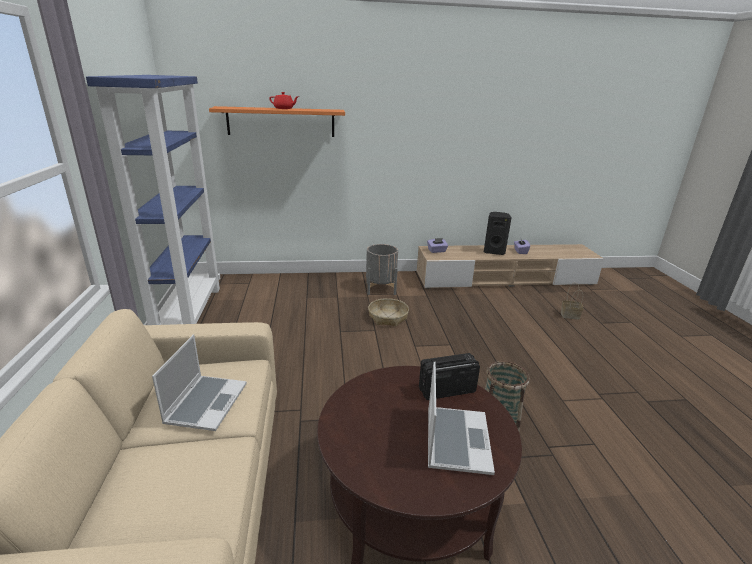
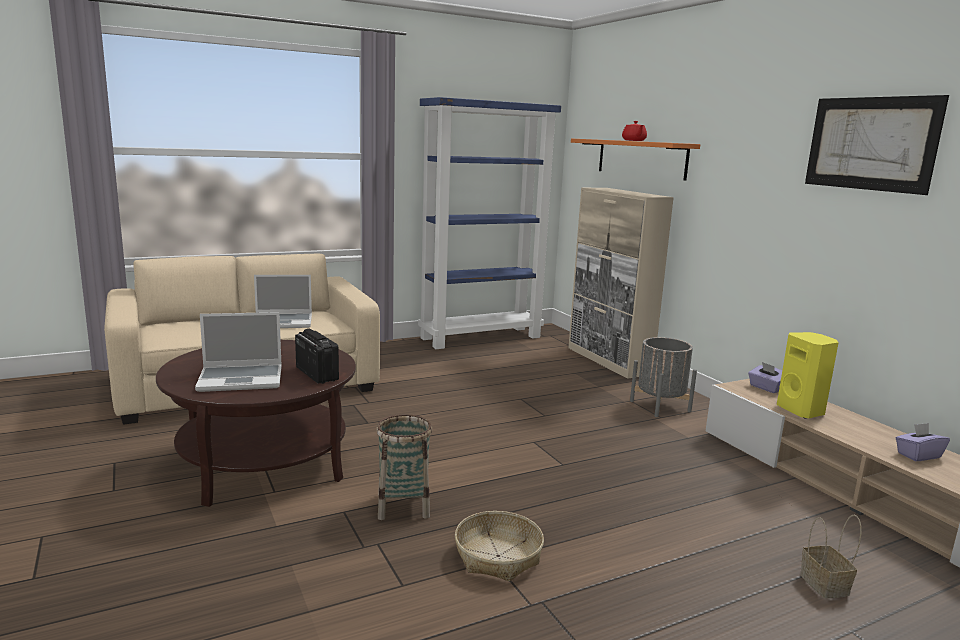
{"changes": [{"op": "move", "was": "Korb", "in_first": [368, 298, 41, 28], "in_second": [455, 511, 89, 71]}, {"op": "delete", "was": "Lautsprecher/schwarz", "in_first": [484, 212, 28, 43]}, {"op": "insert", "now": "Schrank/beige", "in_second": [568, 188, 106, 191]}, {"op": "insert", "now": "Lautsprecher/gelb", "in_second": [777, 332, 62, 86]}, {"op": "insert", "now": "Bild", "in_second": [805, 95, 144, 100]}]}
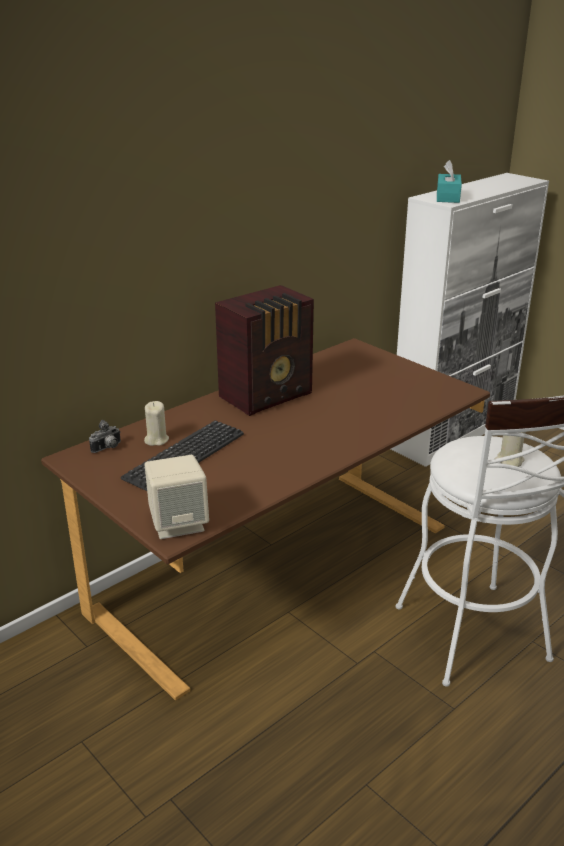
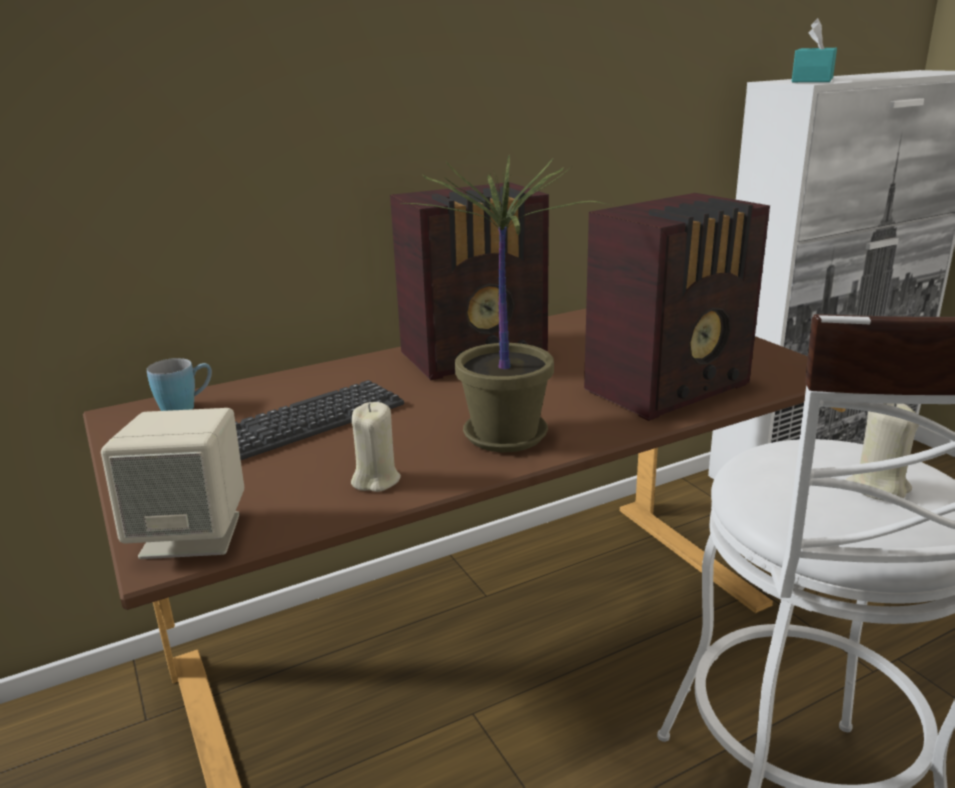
{"changes": [{"op": "replace", "was": "Kamera", "now": "Henkelbecher/blau", "in_first": [89, 420, 32, 33], "in_second": [147, 358, 65, 53]}, {"op": "move", "was": "Kerze/beige", "in_first": [144, 401, 25, 45], "in_second": [351, 402, 50, 90]}, {"op": "insert", "now": "Topfpflanze", "in_second": [402, 155, 209, 297]}, {"op": "insert", "now": "Radio", "in_second": [584, 193, 186, 228]}]}
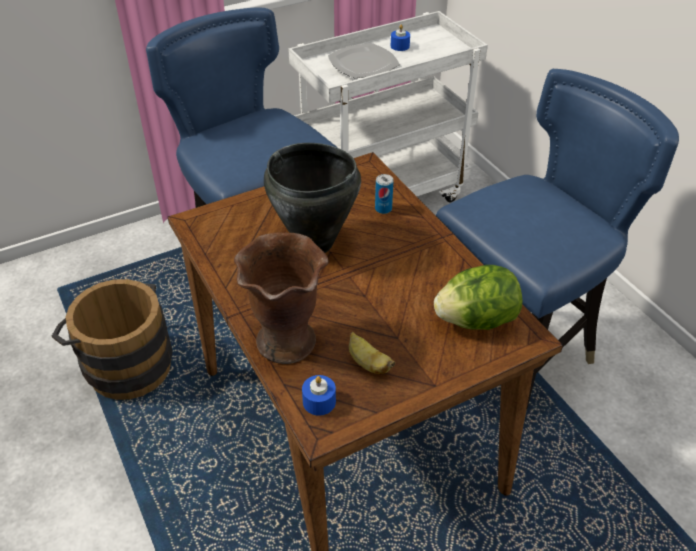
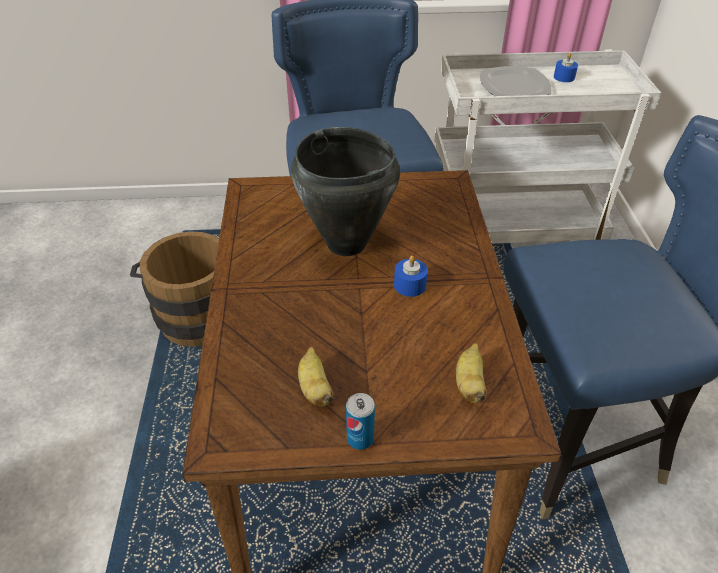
{"changes": [{"op": "delete", "was": "Vase/braun", "in_first": [234, 233, 95, 131]}, {"op": "move", "was": "Kerze/blau", "in_first": [302, 375, 34, 41], "in_second": [394, 256, 34, 41]}, {"op": "move", "was": "Dose", "in_first": [375, 174, 19, 40], "in_second": [346, 393, 29, 57]}, {"op": "replace", "was": "Salatkopf", "now": "Banane", "in_first": [434, 265, 89, 65], "in_second": [456, 343, 31, 60]}]}
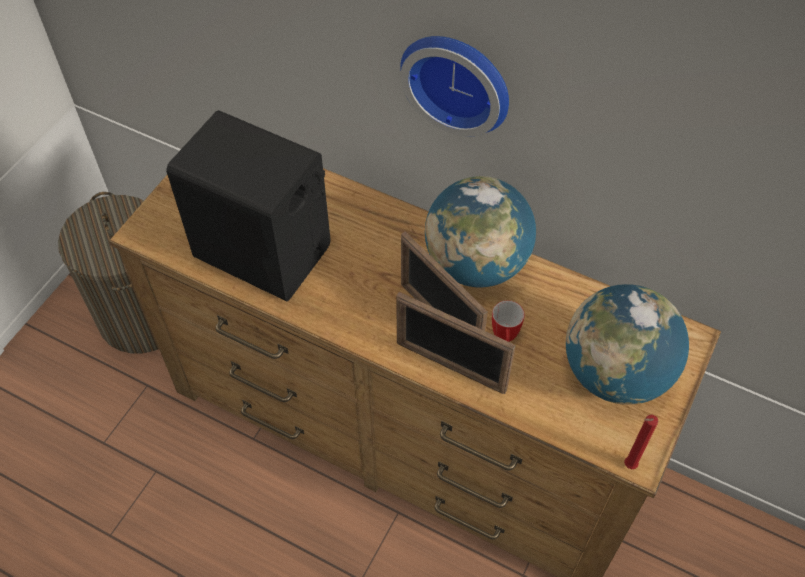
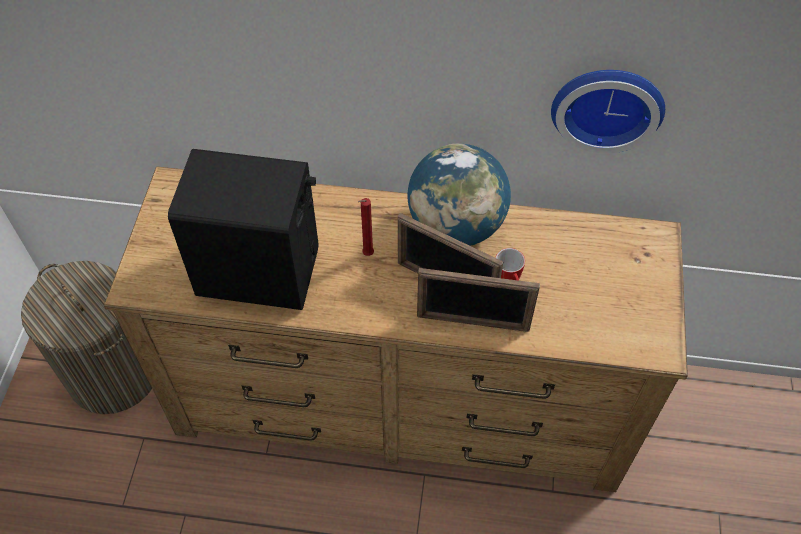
{"changes": [{"op": "move", "was": "Wanduhr", "in_first": [400, 36, 109, 101], "in_second": [551, 70, 114, 83]}, {"op": "delete", "was": "Globus", "in_first": [566, 284, 123, 121]}, {"op": "move", "was": "Kerze/rot", "in_first": [624, 415, 34, 54], "in_second": [358, 198, 16, 58]}]}
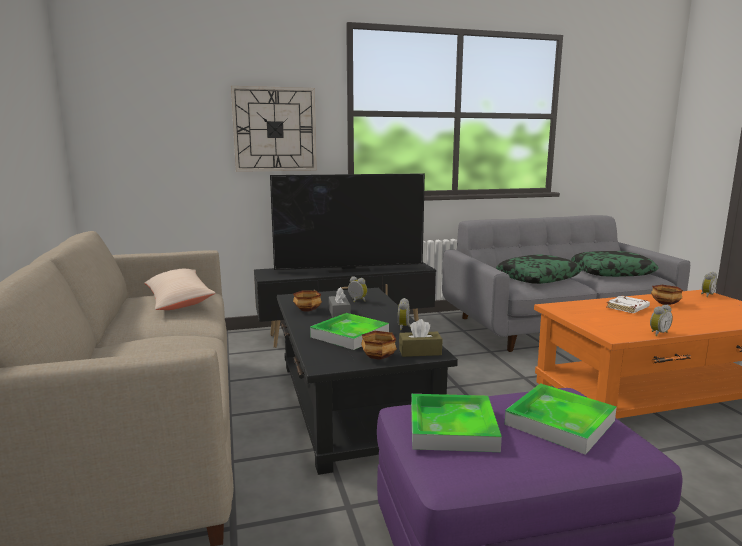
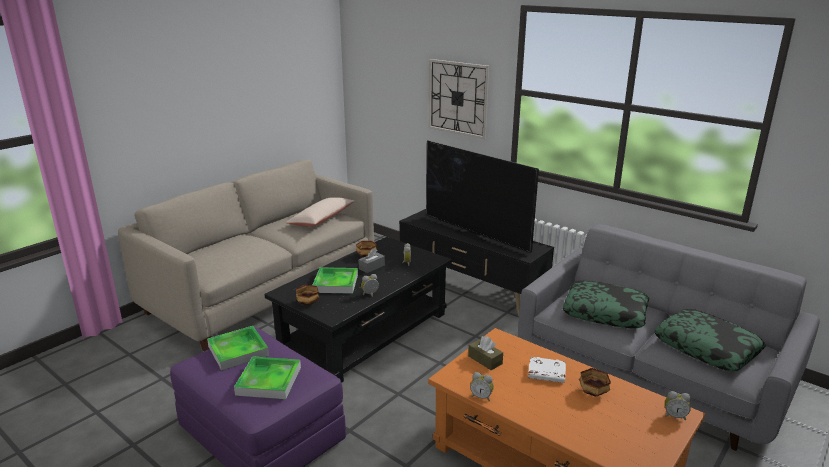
{"changes": [{"op": "move", "was": "Taschentuchbox/braun", "in_first": [399, 319, 43, 38], "in_second": [468, 336, 35, 34]}]}
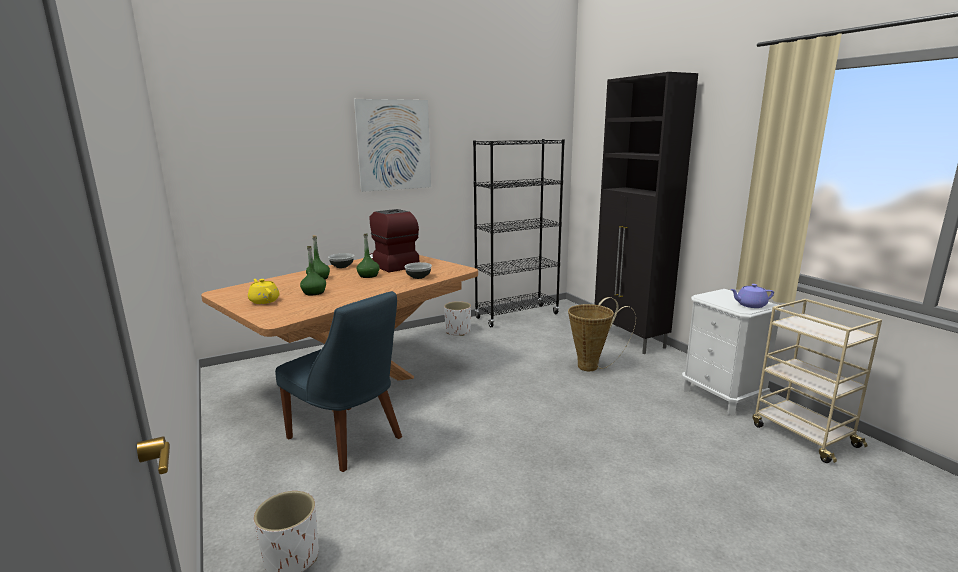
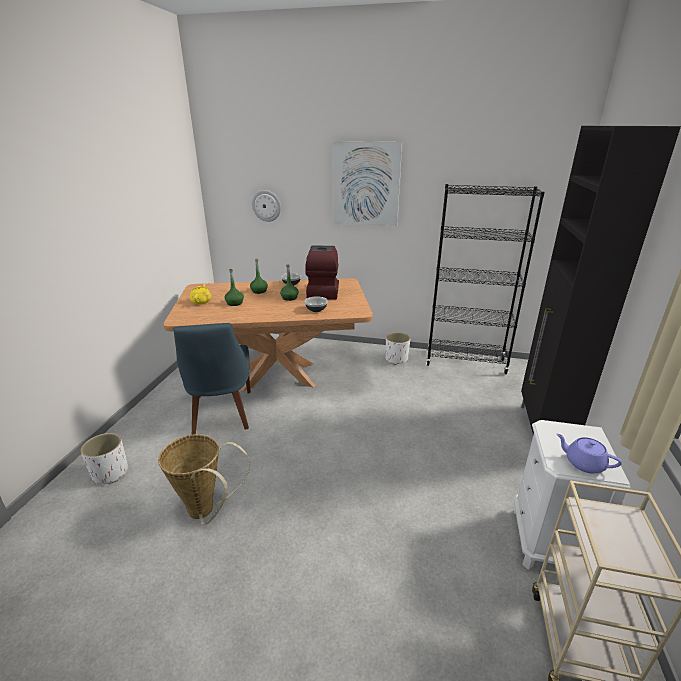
{"changes": [{"op": "move", "was": "Korb", "in_first": [568, 297, 68, 74], "in_second": [158, 434, 92, 91]}, {"op": "insert", "now": "Wanduhr", "in_second": [252, 190, 29, 32]}]}
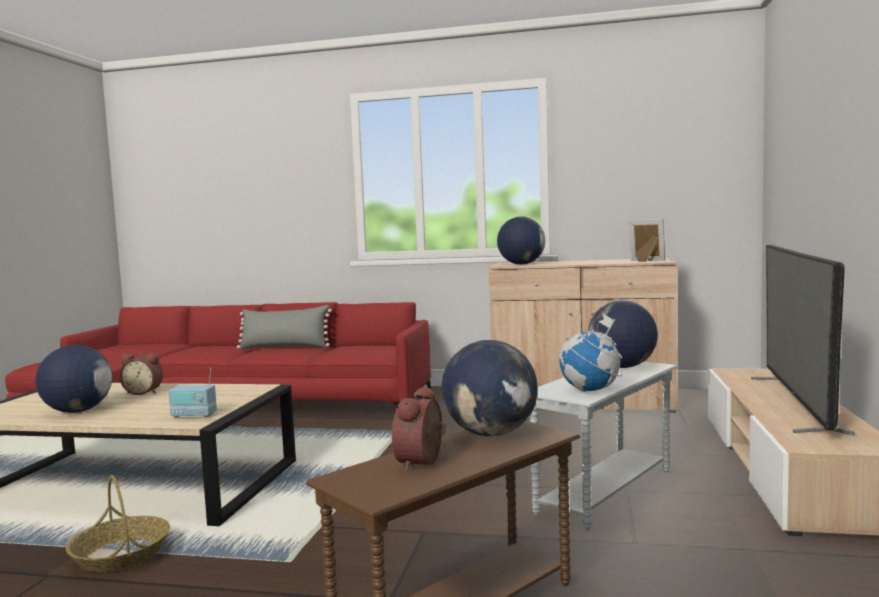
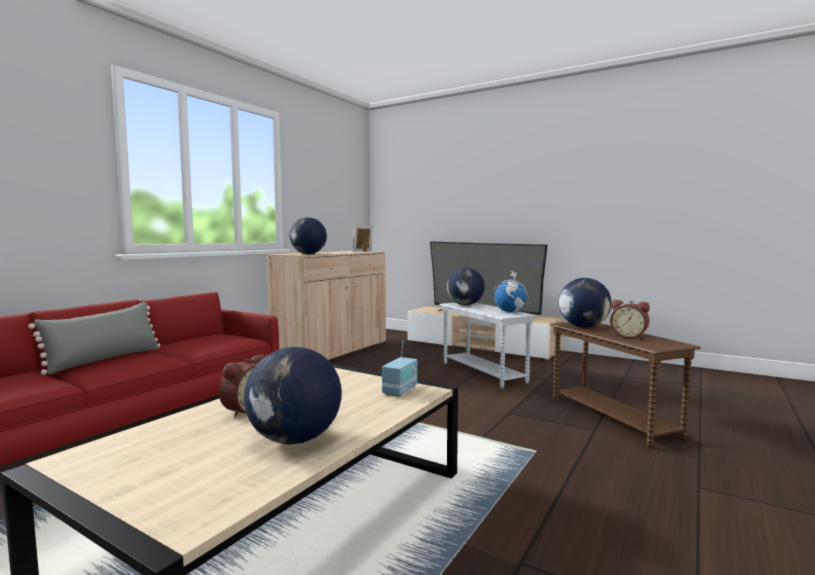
{"changes": [{"op": "delete", "was": "Korb", "in_first": [66, 475, 104, 97]}]}
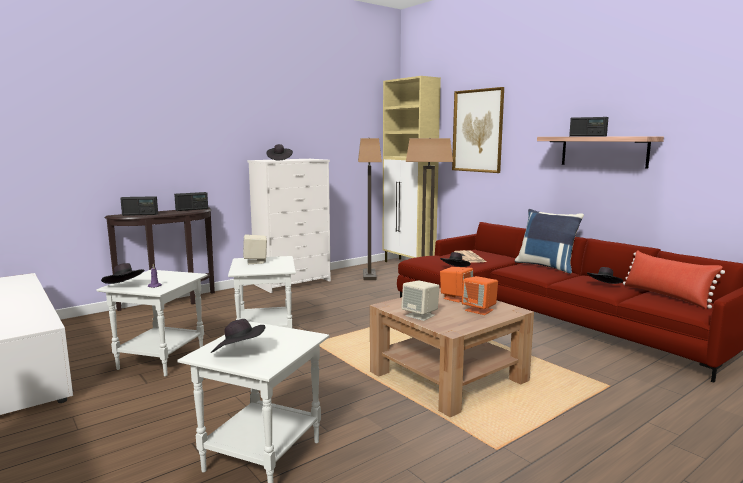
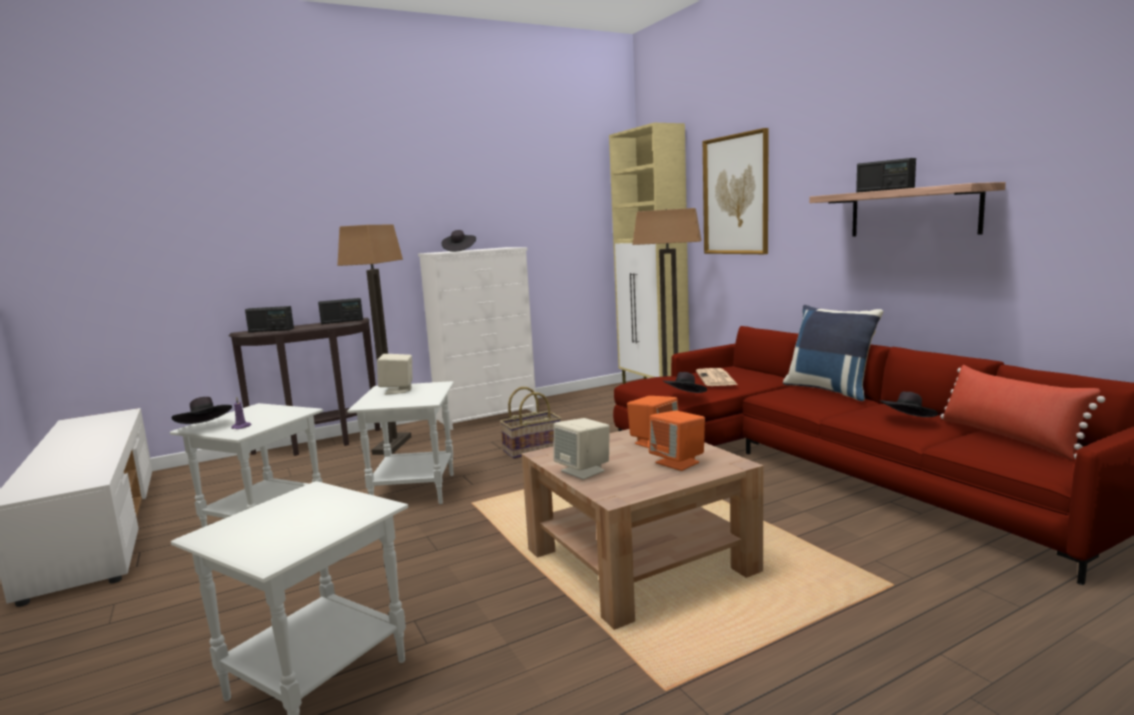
{"changes": [{"op": "delete", "was": "Hut/schwarz", "in_first": [211, 319, 54, 34]}, {"op": "move", "was": "Stehlampe", "in_first": [358, 138, 24, 142], "in_second": [337, 224, 74, 231]}, {"op": "insert", "now": "Korb", "in_second": [500, 387, 62, 72]}]}
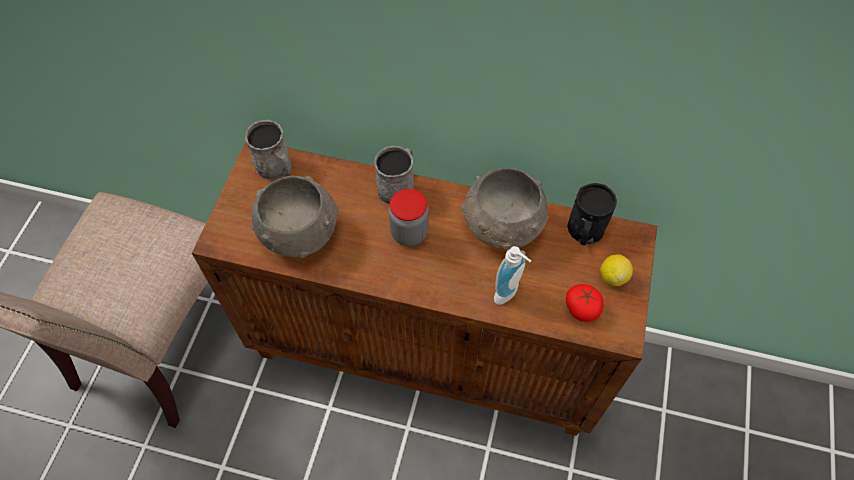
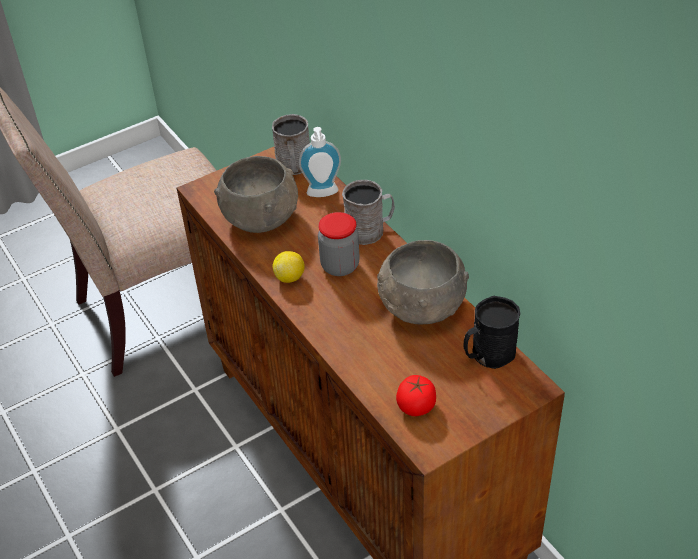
{"changes": [{"op": "move", "was": "Seifenspender", "in_first": [494, 246, 37, 59], "in_second": [299, 127, 42, 70]}, {"op": "move", "was": "Zitrone", "in_first": [600, 254, 33, 32], "in_second": [272, 251, 32, 32]}]}
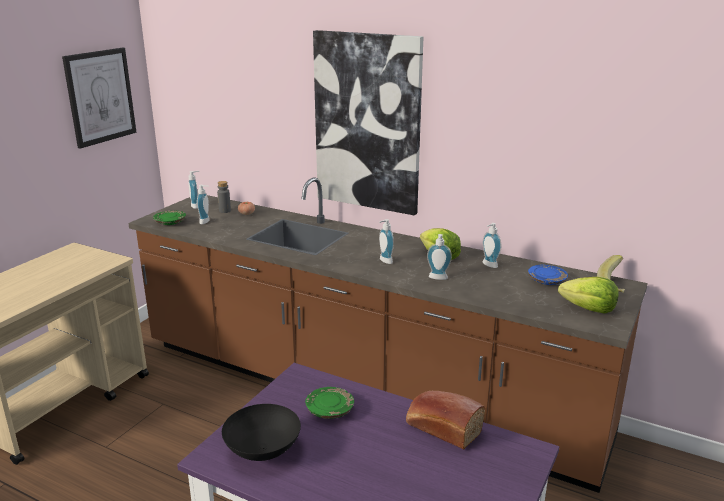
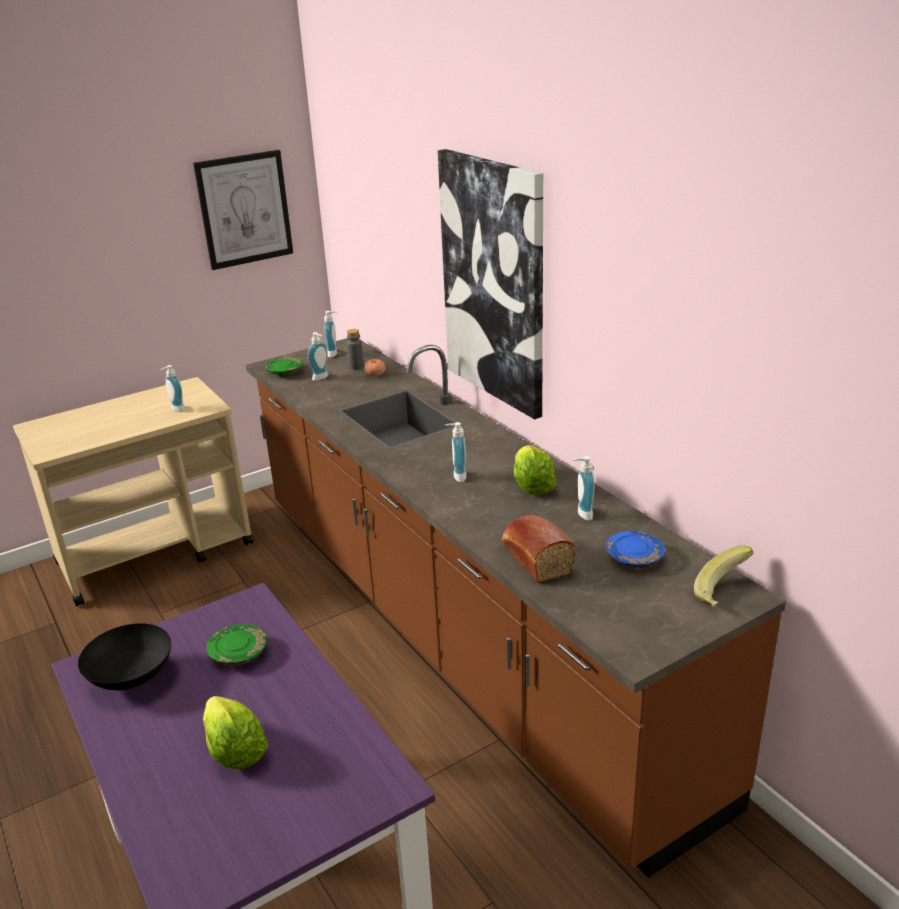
{"changes": [{"op": "move", "was": "Brot", "in_first": [406, 391, 80, 59], "in_second": [502, 515, 73, 68]}, {"op": "move", "was": "Seifenspender", "in_first": [427, 234, 25, 46], "in_second": [161, 365, 24, 47]}, {"op": "move", "was": "Salatkopf", "in_first": [558, 277, 61, 37], "in_second": [203, 696, 65, 74]}]}
